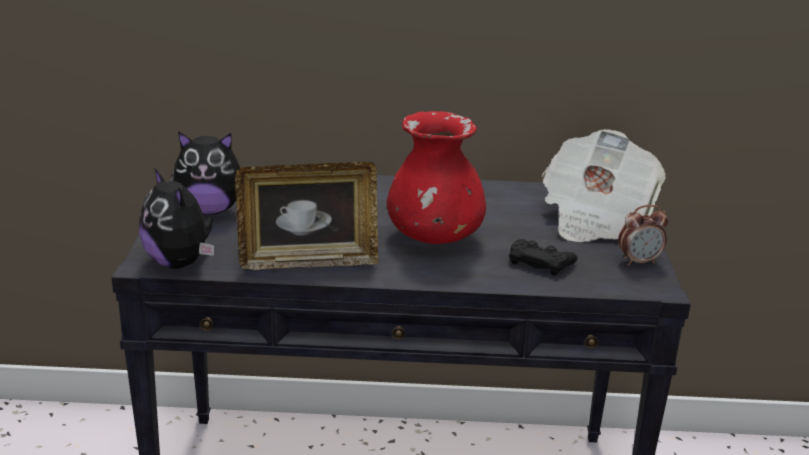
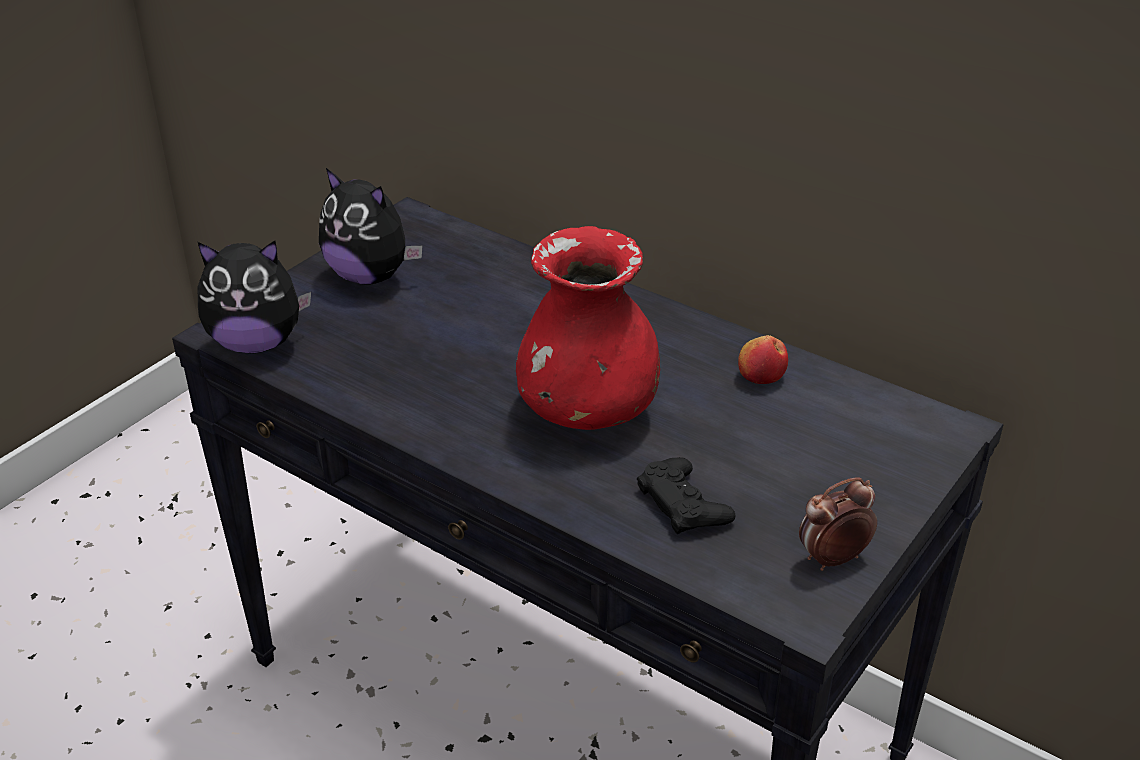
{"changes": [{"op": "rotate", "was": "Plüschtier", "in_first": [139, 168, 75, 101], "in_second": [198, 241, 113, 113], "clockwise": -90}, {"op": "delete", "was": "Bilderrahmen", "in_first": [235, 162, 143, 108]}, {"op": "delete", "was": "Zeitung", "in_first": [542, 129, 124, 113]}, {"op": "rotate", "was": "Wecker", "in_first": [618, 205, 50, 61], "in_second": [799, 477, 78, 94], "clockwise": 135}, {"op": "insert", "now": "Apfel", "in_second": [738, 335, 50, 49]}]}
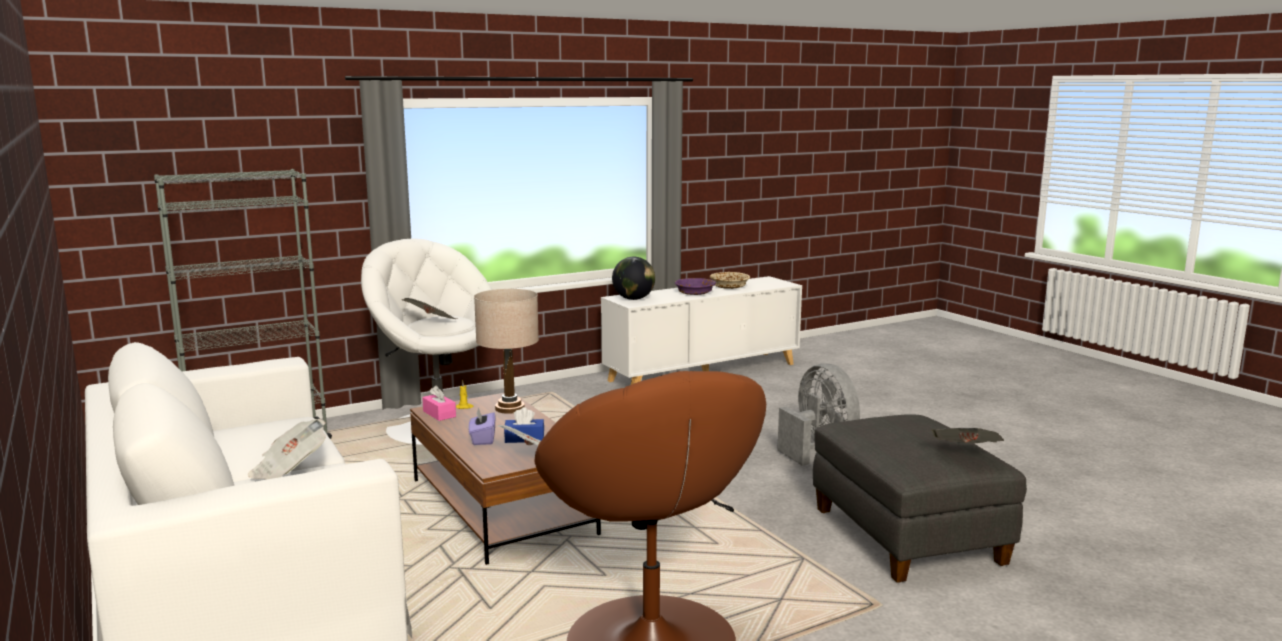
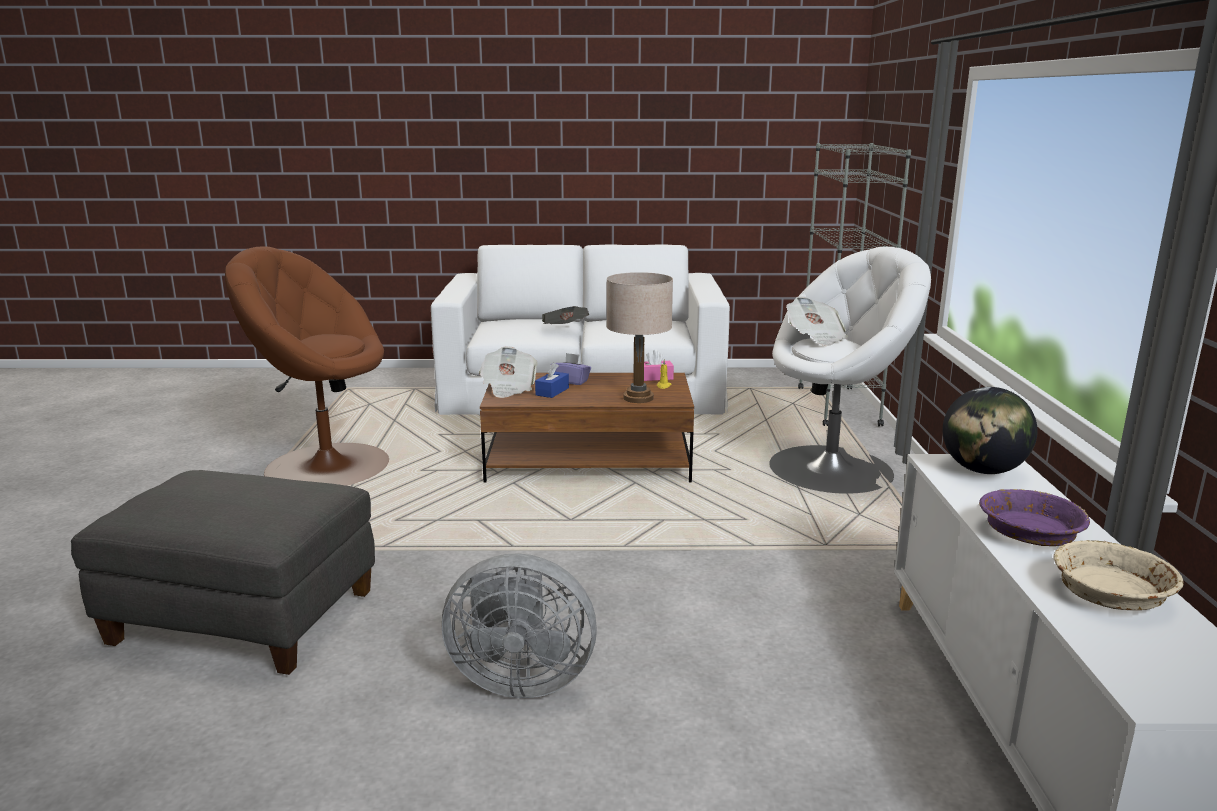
{"changes": [{"op": "delete", "was": "Zeitung", "in_first": [931, 428, 73, 15]}]}
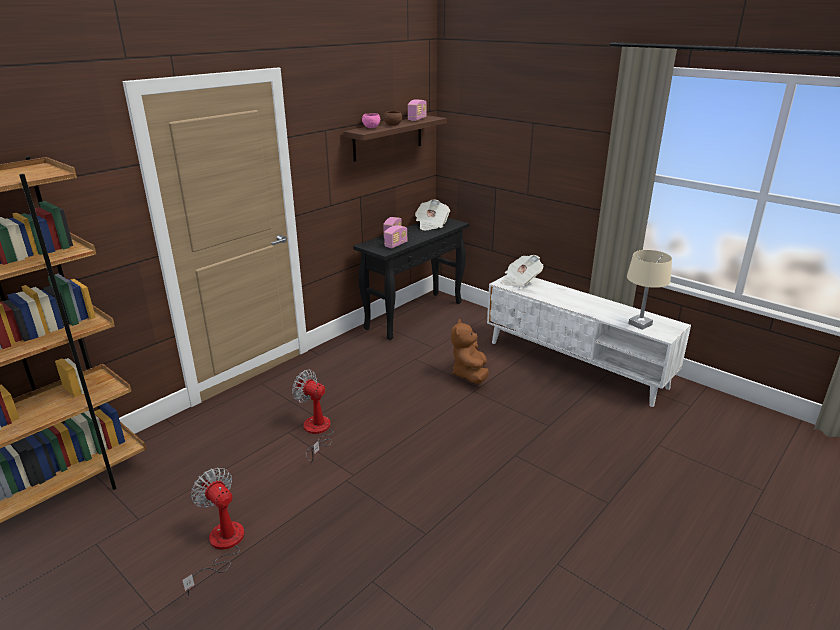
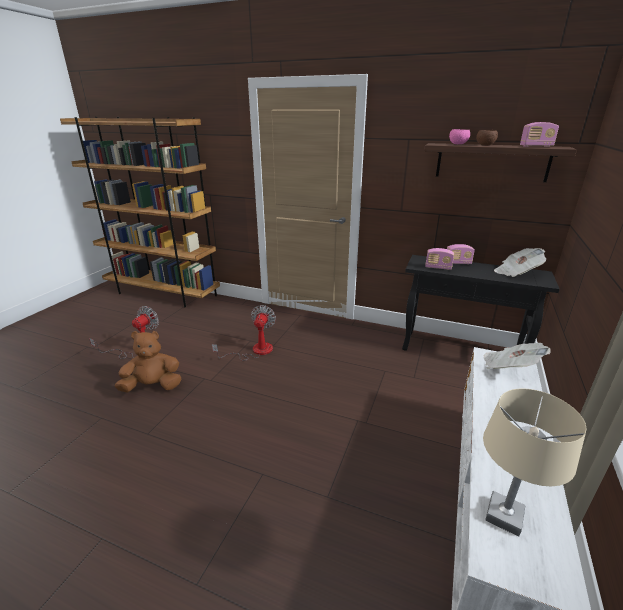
{"changes": [{"op": "move", "was": "Plüschtier/braun", "in_first": [451, 319, 38, 65], "in_second": [115, 331, 66, 62]}]}
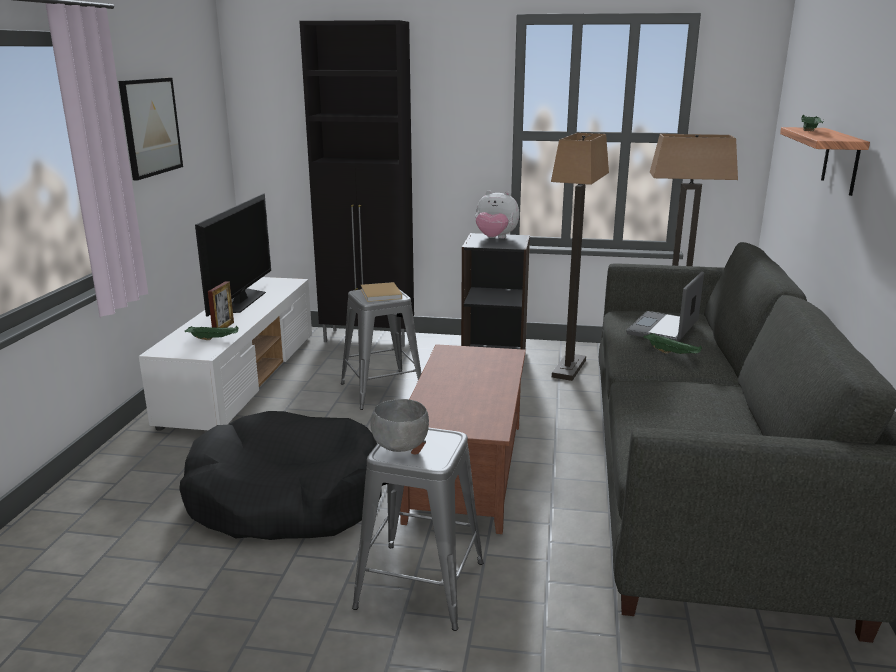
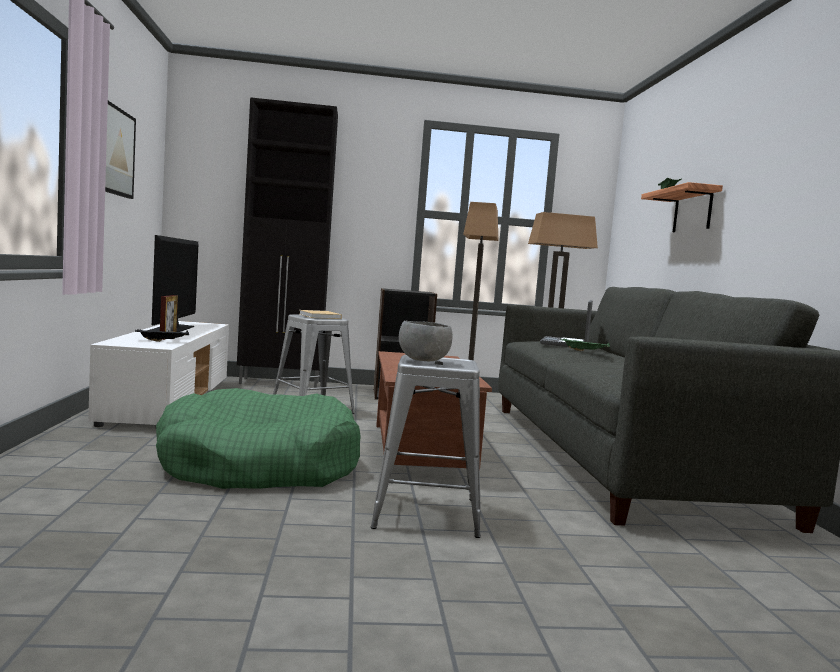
{"changes": [{"op": "recolor", "was": "Hundebett/schwarz", "now": "Hundebett/grün", "in_first": [179, 411, 203, 129], "in_second": [156, 388, 205, 101]}, {"op": "recolor", "was": "Tablett/grün", "now": "Tablett/schwarz", "in_first": [185, 326, 54, 14], "in_second": [135, 329, 54, 13]}, {"op": "delete", "was": "Plüschtier", "in_first": [475, 190, 45, 49]}]}
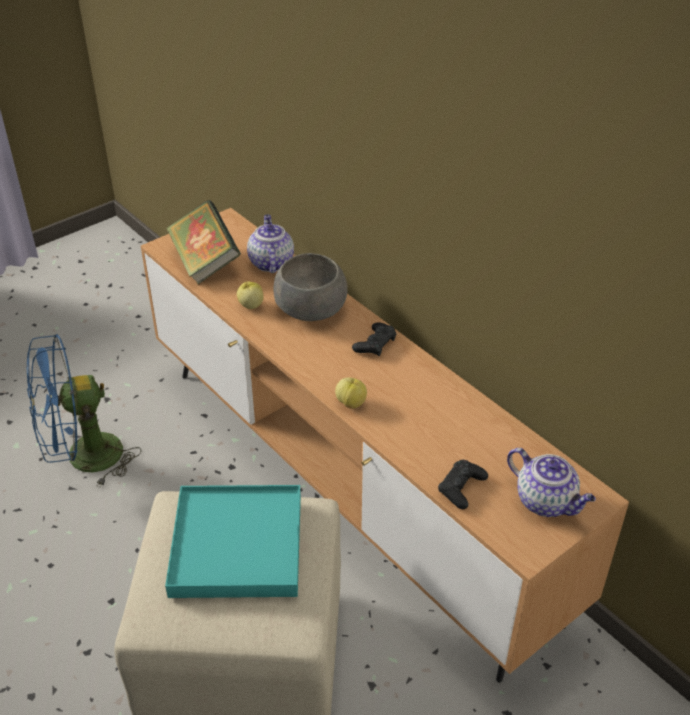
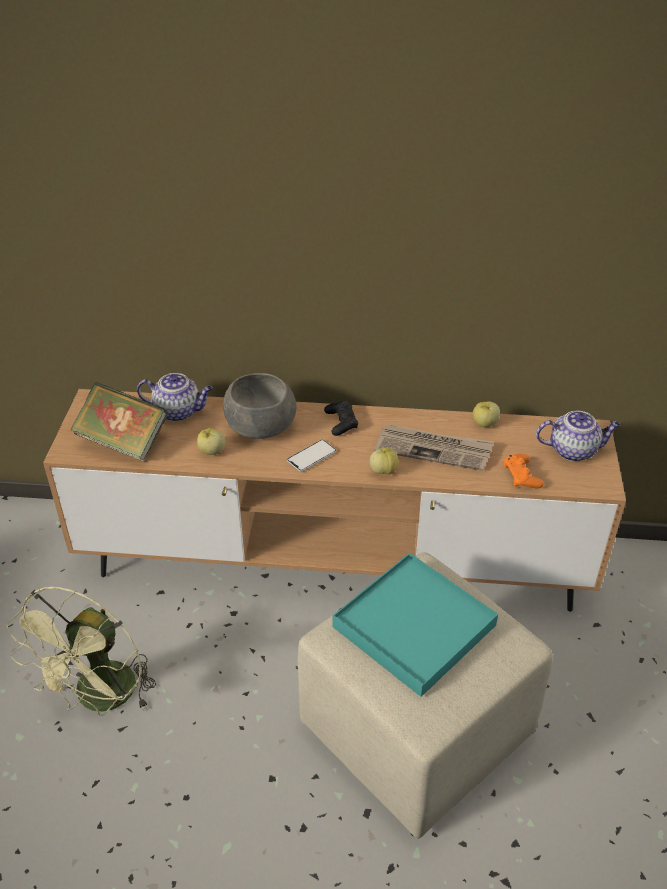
{"changes": [{"op": "recolor", "was": "Ventilator/blau", "now": "Ventilator/grün", "in_first": [27, 334, 114, 153], "in_second": [6, 587, 150, 129]}, {"op": "rotate", "was": "Teekanne", "in_first": [247, 215, 47, 58], "in_second": [137, 373, 76, 48], "clockwise": 150}, {"op": "recolor", "was": "Gamepad/schwarz", "now": "Gamepad/orange", "in_first": [438, 460, 50, 49], "in_second": [504, 454, 40, 34]}, {"op": "insert", "now": "Handy", "in_second": [287, 440, 50, 32]}, {"op": "insert", "now": "Zeitung", "in_second": [374, 424, 120, 47]}, {"op": "insert", "now": "Apfel", "in_second": [472, 401, 28, 26]}]}
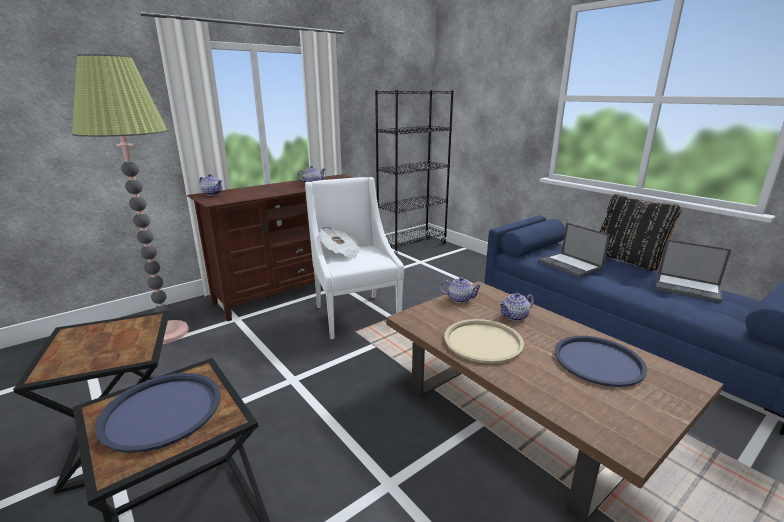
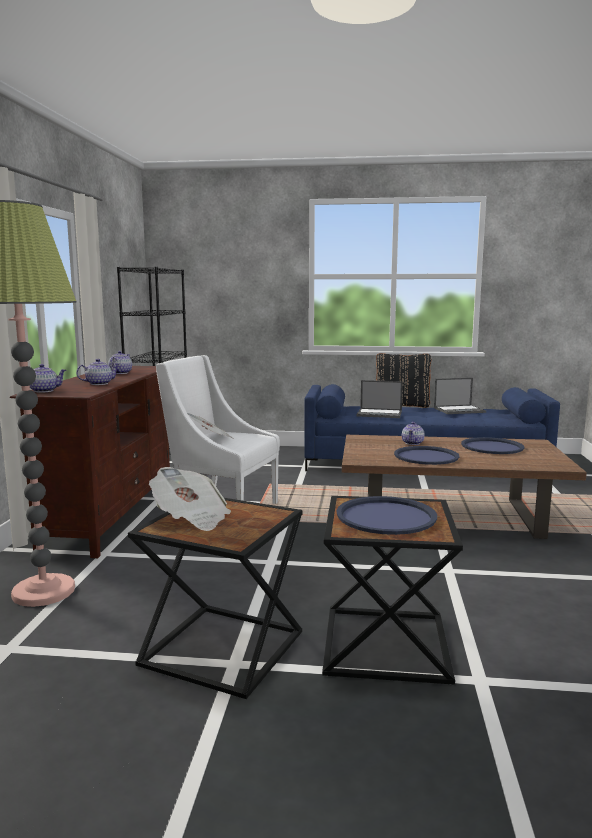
{"changes": [{"op": "move", "was": "Teekanne", "in_first": [440, 277, 42, 26], "in_second": [76, 359, 43, 26]}, {"op": "recolor", "was": "Tablett/beige", "now": "Tablett/blau", "in_first": [444, 319, 80, 44], "in_second": [394, 446, 66, 19]}, {"op": "insert", "now": "Zeitung", "in_second": [149, 467, 82, 64]}]}
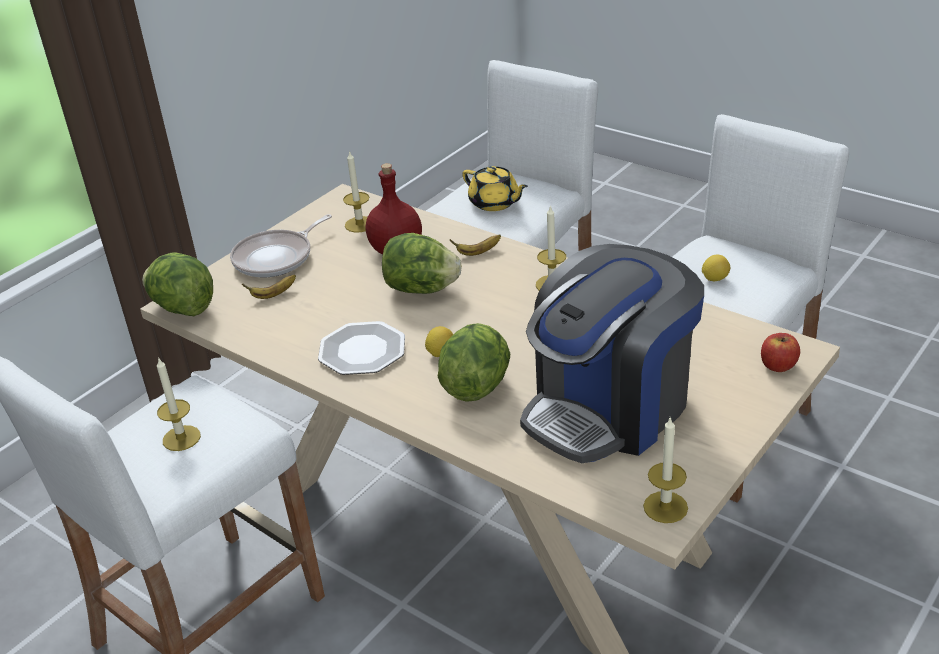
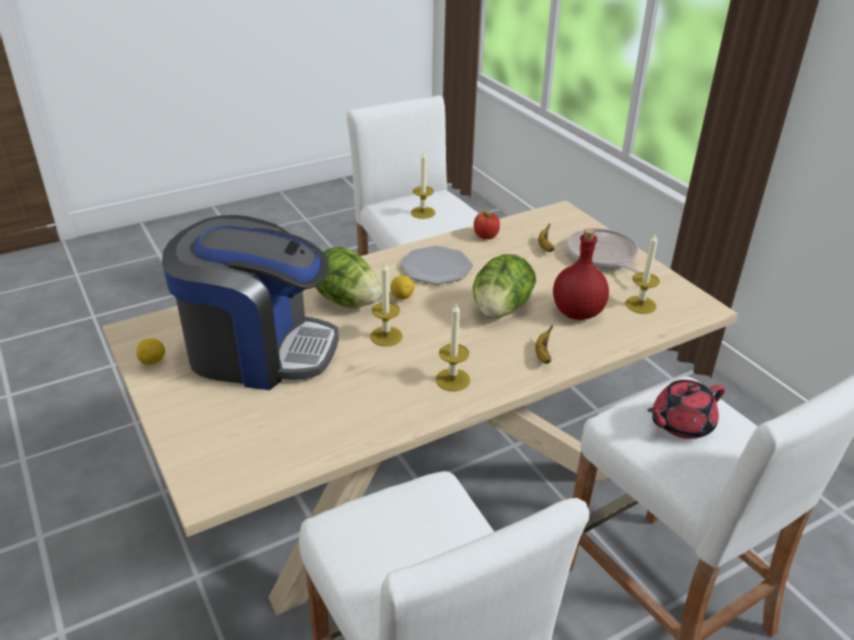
{"changes": [{"op": "delete", "was": "Salatkopf", "in_first": [142, 252, 71, 64]}, {"op": "recolor", "was": "Teekanne/gelb", "now": "Teekanne/rot", "in_first": [462, 166, 66, 45], "in_second": [647, 380, 78, 59]}, {"op": "rotate", "was": "Kaffeemaschine", "in_first": [520, 244, 184, 219], "in_second": [162, 215, 177, 175], "clockwise": 120}, {"op": "move", "was": "Kerze", "in_first": [643, 417, 45, 106], "in_second": [370, 262, 32, 84]}, {"op": "move", "was": "Zitrone", "in_first": [702, 255, 28, 26], "in_second": [136, 338, 29, 27]}, {"op": "move", "was": "Apfel", "in_first": [761, 333, 39, 39], "in_second": [474, 211, 26, 29]}]}
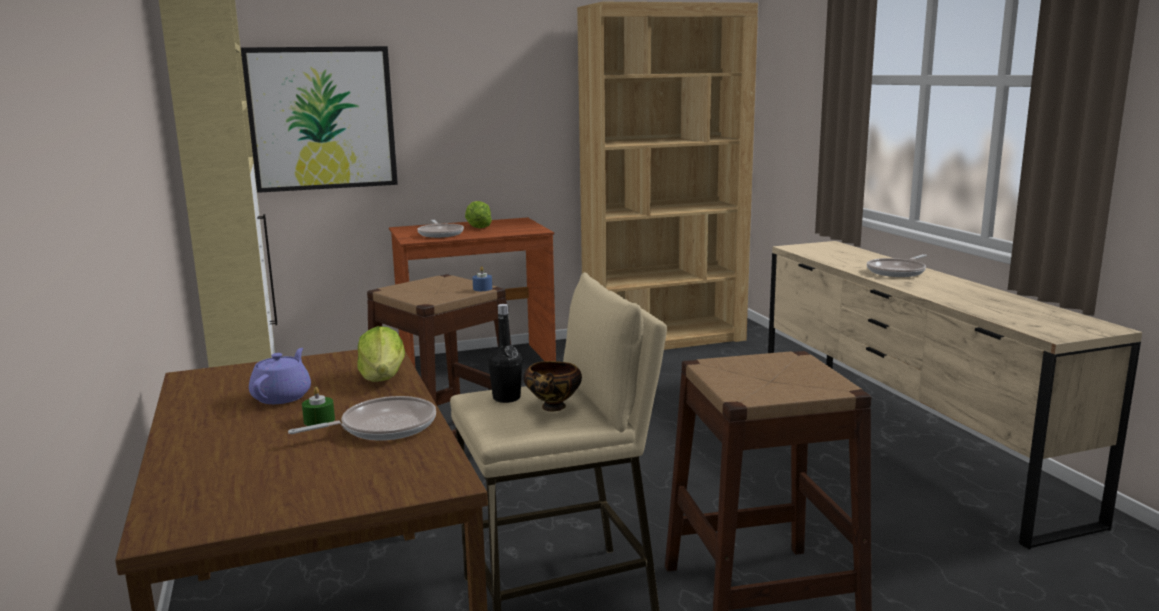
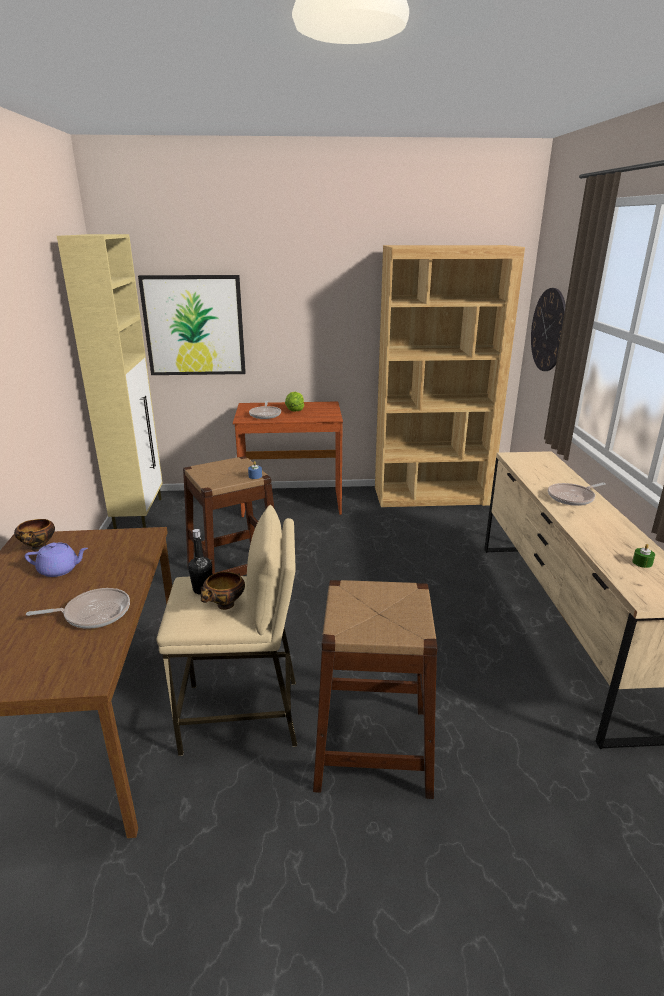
{"changes": [{"op": "rotate", "was": "Teekanne/lila", "in_first": [249, 348, 62, 56], "in_second": [25, 543, 63, 34], "clockwise": 60}, {"op": "move", "was": "Kerze/grün", "in_first": [302, 387, 33, 39], "in_second": [632, 544, 23, 24]}, {"op": "delete", "was": "Salatkopf", "in_first": [357, 326, 48, 56]}, {"op": "insert", "now": "Schüssel", "in_second": [14, 519, 41, 32]}, {"op": "insert", "now": "Wanduhr", "in_second": [531, 288, 35, 83]}]}
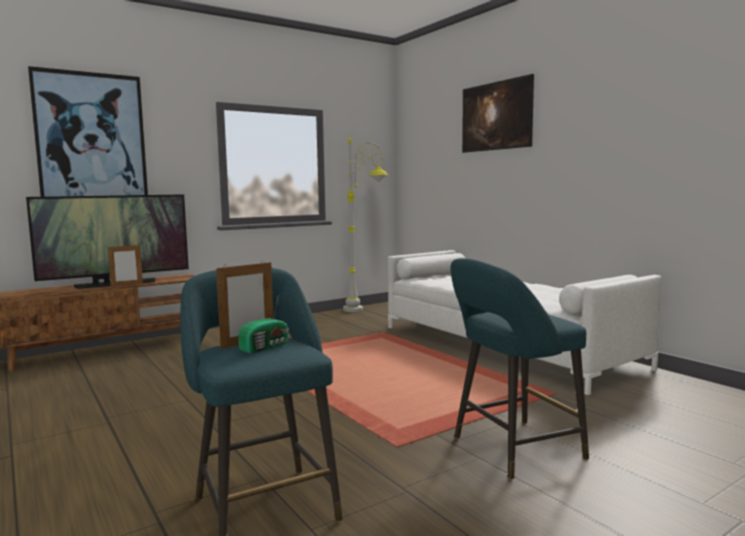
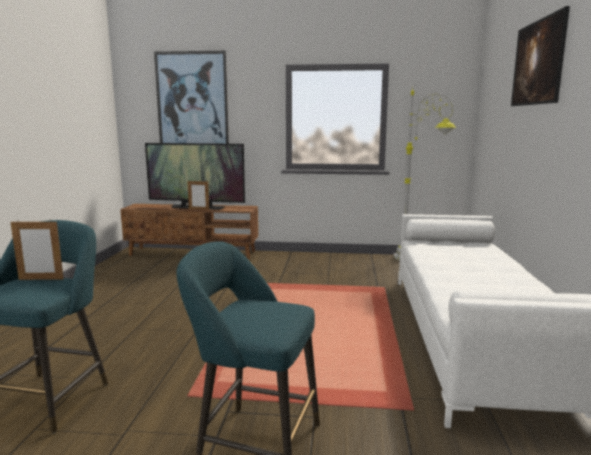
{"changes": [{"op": "delete", "was": "Radio", "in_first": [238, 294, 51, 59]}]}
